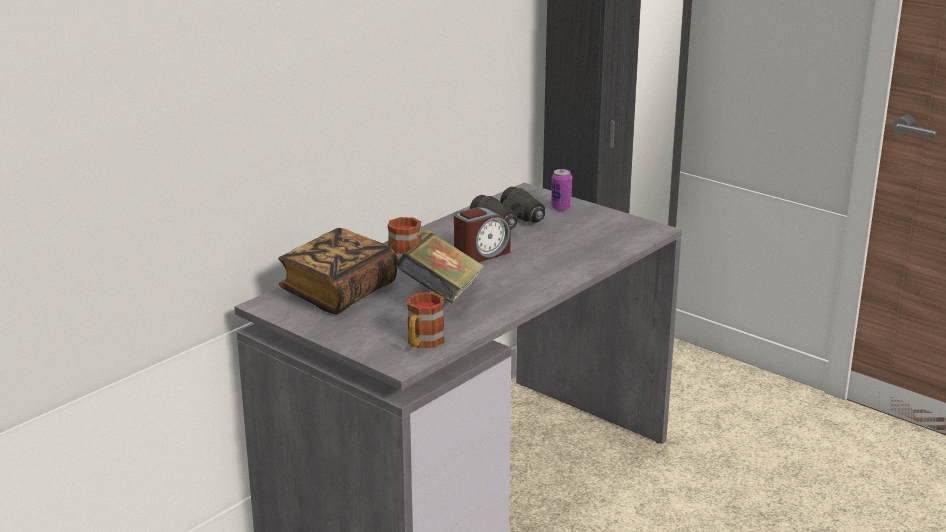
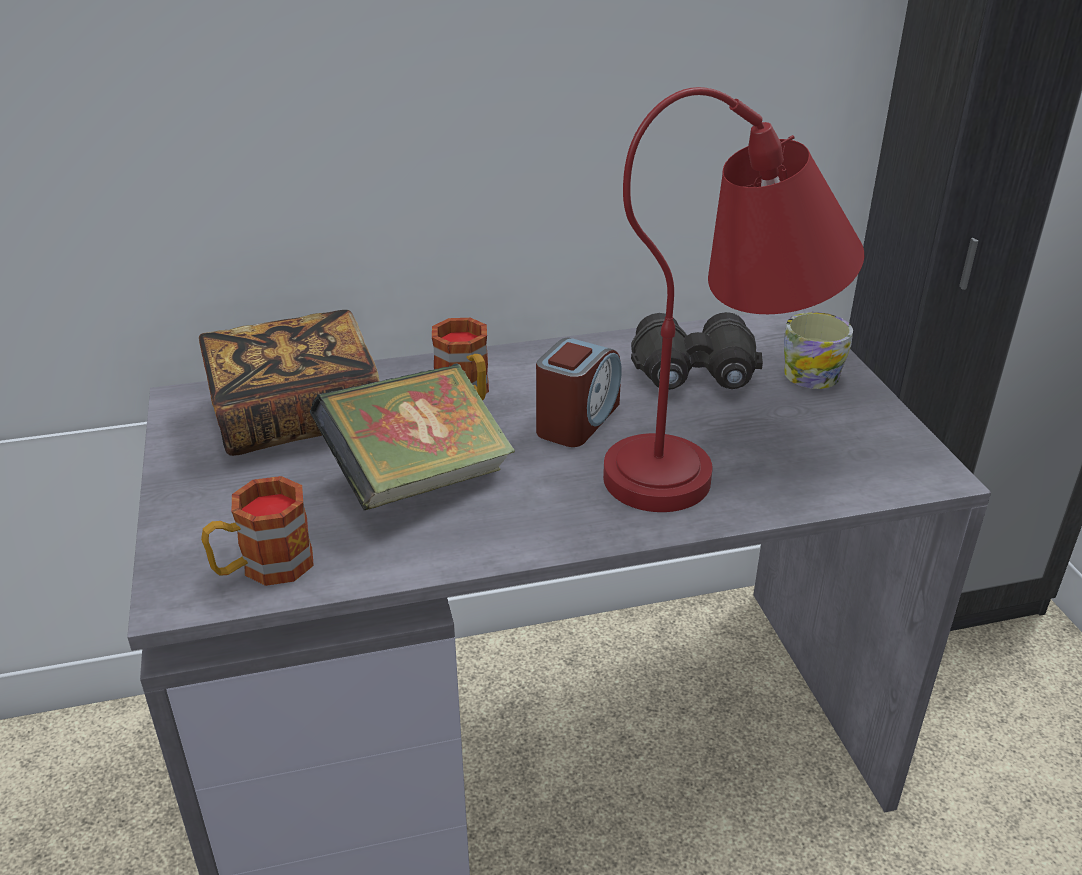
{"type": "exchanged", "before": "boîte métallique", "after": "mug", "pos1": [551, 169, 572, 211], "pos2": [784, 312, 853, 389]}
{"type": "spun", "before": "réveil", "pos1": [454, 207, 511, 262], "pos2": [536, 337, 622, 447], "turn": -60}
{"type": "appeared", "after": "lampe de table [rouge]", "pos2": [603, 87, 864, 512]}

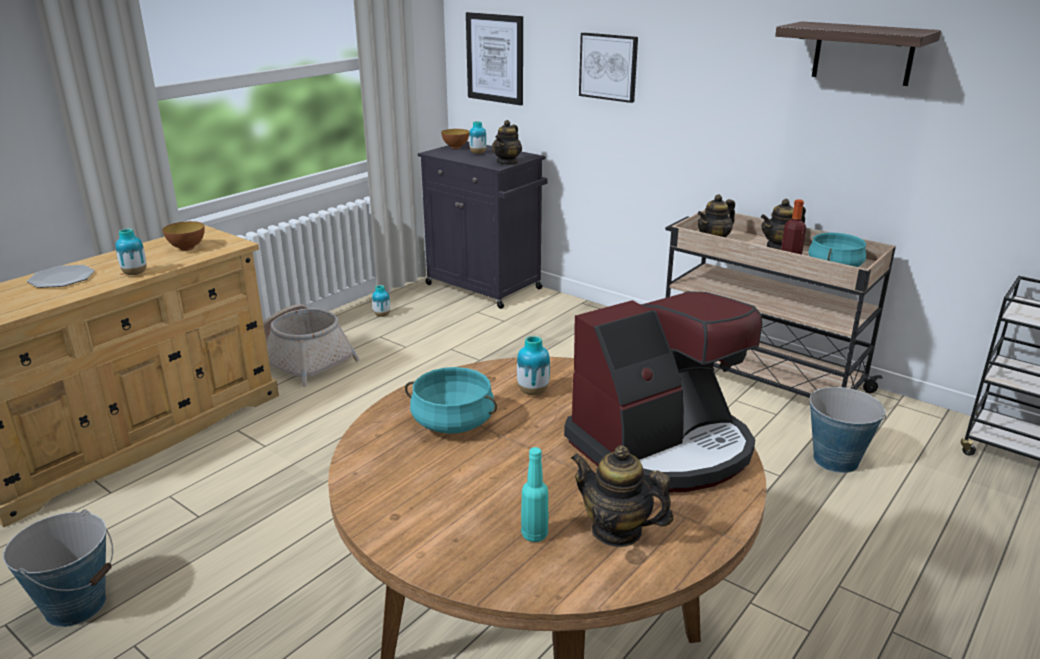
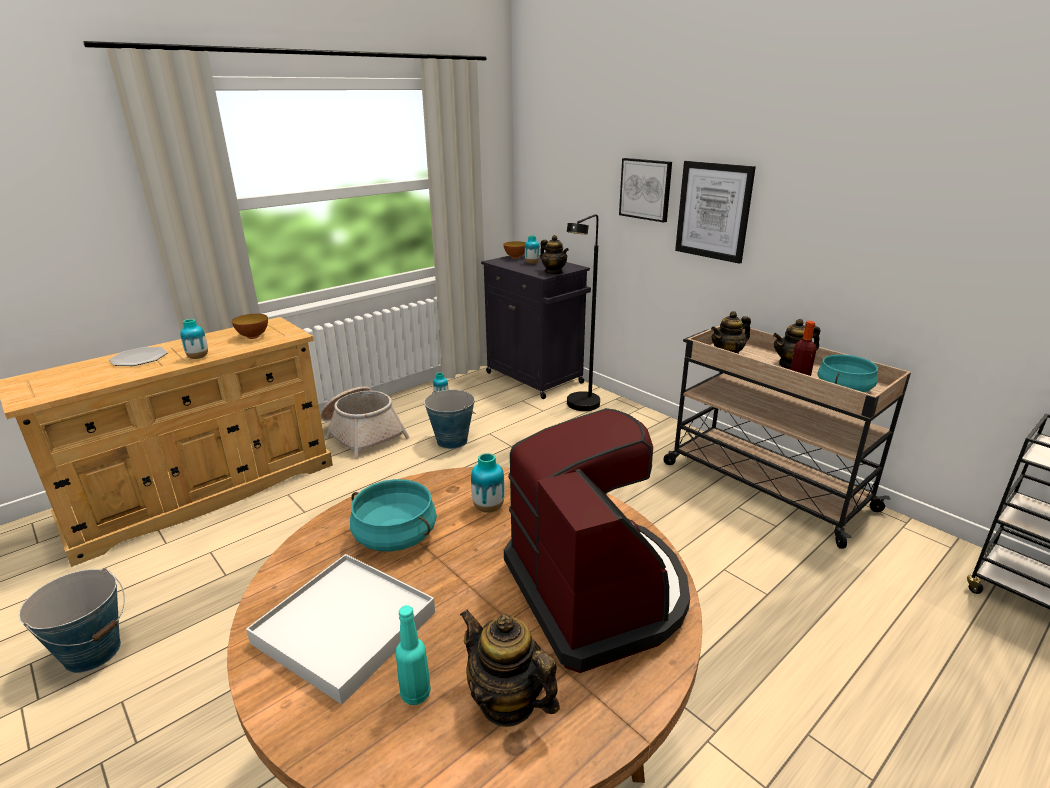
{"type": "relocated", "before": "tableau", "pos1": [466, 12, 523, 105], "pos2": [675, 161, 756, 264]}
{"type": "missing", "before": "étagère", "pos1": [775, 21, 941, 86]}
{"type": "spun", "before": "théière", "pos1": [492, 120, 522, 165], "pos2": [540, 235, 569, 274], "turn": -75}
{"type": "spun", "before": "machine à café", "pos1": [564, 291, 762, 493], "pos2": [504, 408, 690, 673], "turn": -90}
{"type": "relocated", "before": "seau", "pos1": [810, 387, 886, 473], "pos2": [424, 390, 476, 449]}
{"type": "appeared", "after": "lampadaire [noir]", "pos2": [567, 214, 600, 411]}
{"type": "appeared", "after": "plateau [blanc]", "pos2": [246, 554, 435, 704]}

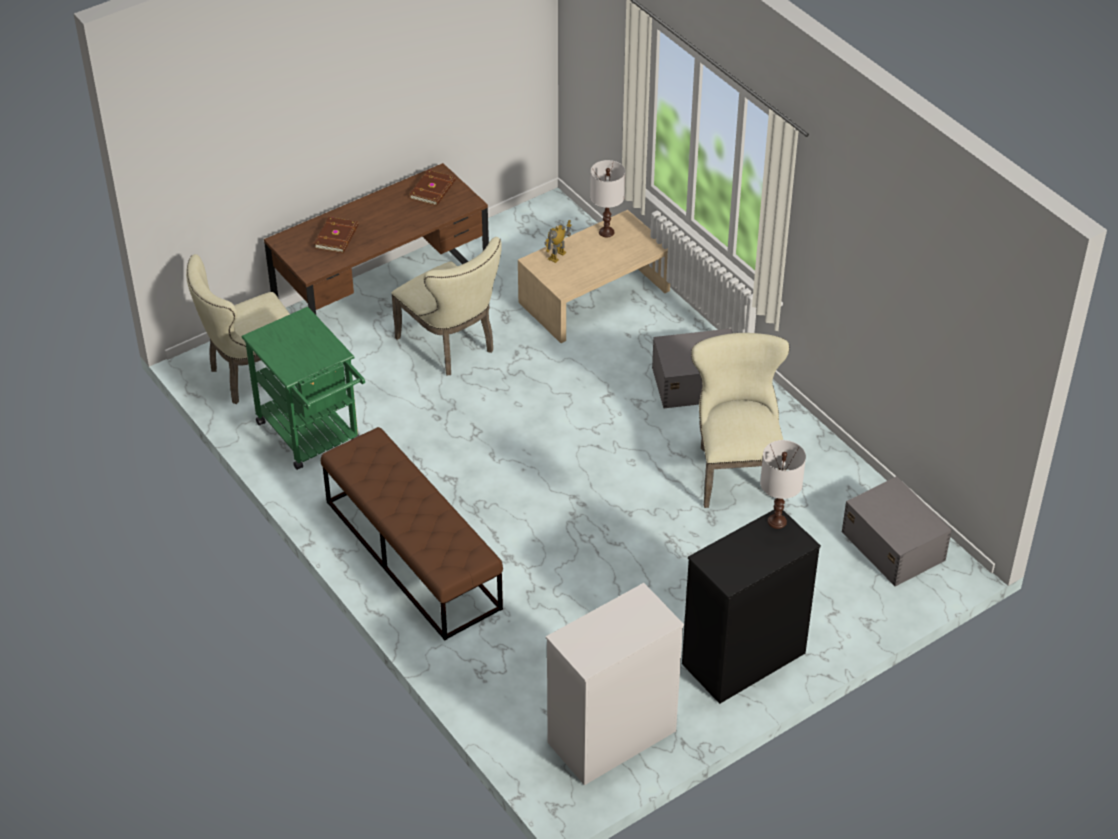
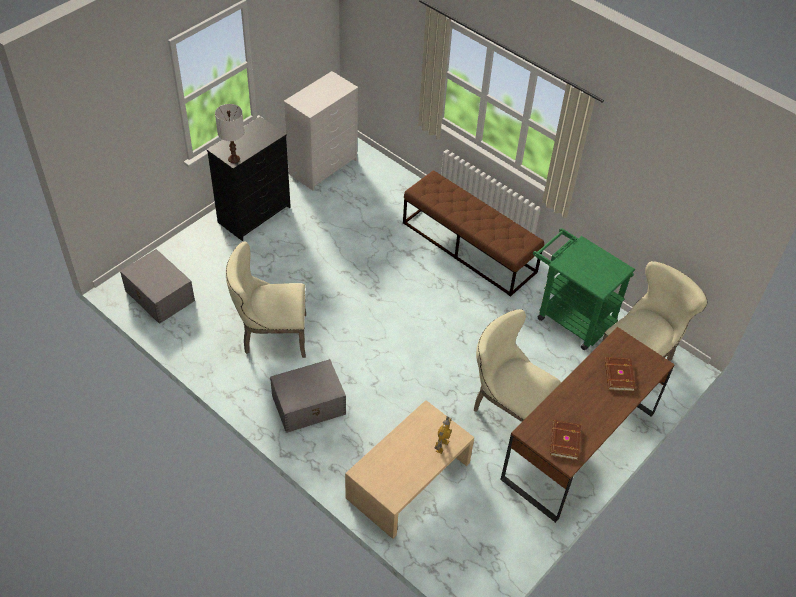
{"type": "missing", "before": "lampe de table [blanc]", "pos1": [590, 160, 625, 237]}
{"type": "spun", "before": "chaise [beige]", "pos1": [691, 333, 789, 508], "pos2": [226, 241, 306, 358], "turn": 105}

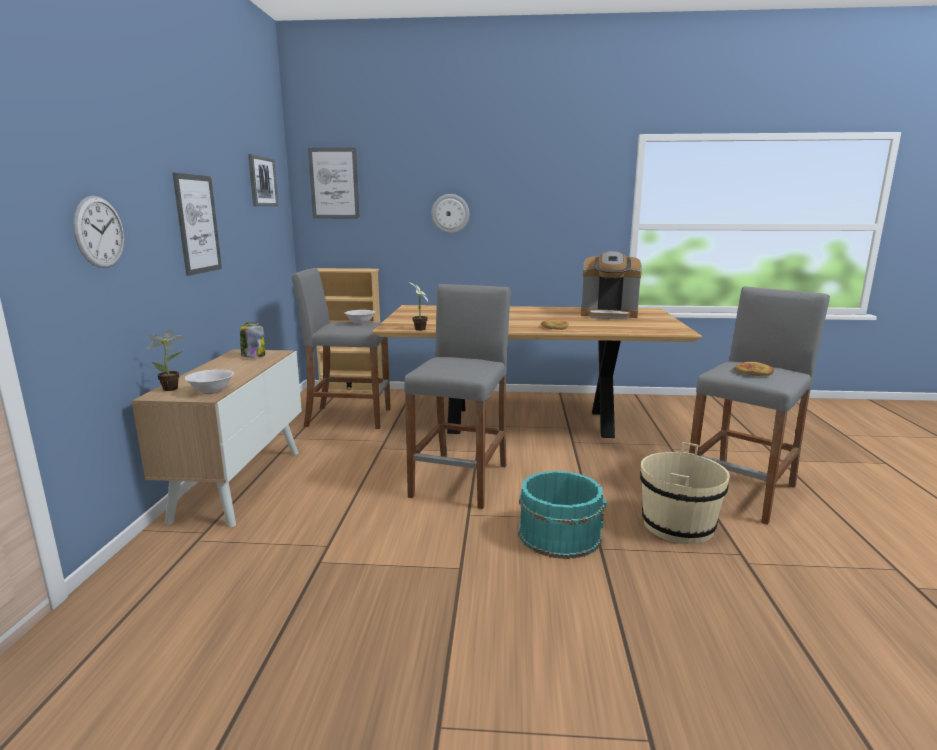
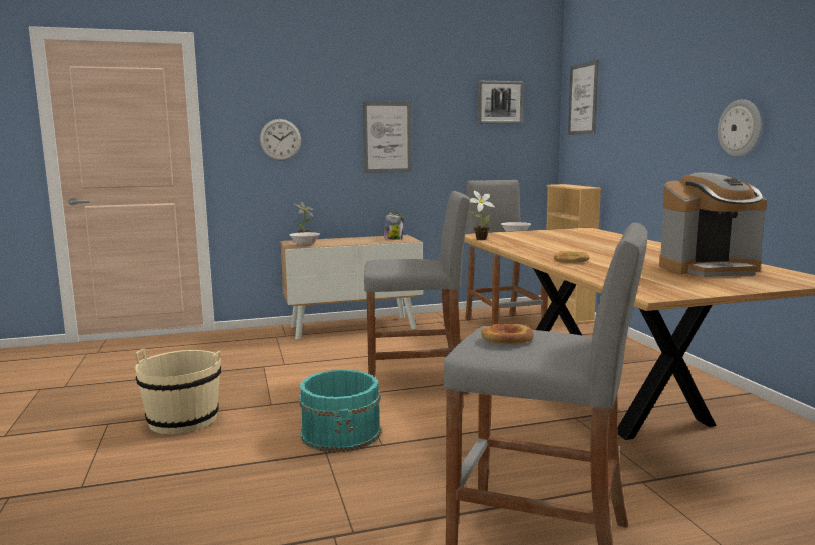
{"type": "relocated", "before": "horloge murale", "pos1": [431, 194, 469, 234], "pos2": [718, 99, 761, 157]}
{"type": "spun", "before": "machine à café", "pos1": [581, 251, 642, 320], "pos2": [659, 173, 767, 277], "turn": -90}
{"type": "relocated", "before": "seau [beige]", "pos1": [640, 442, 730, 544], "pos2": [135, 348, 221, 434]}

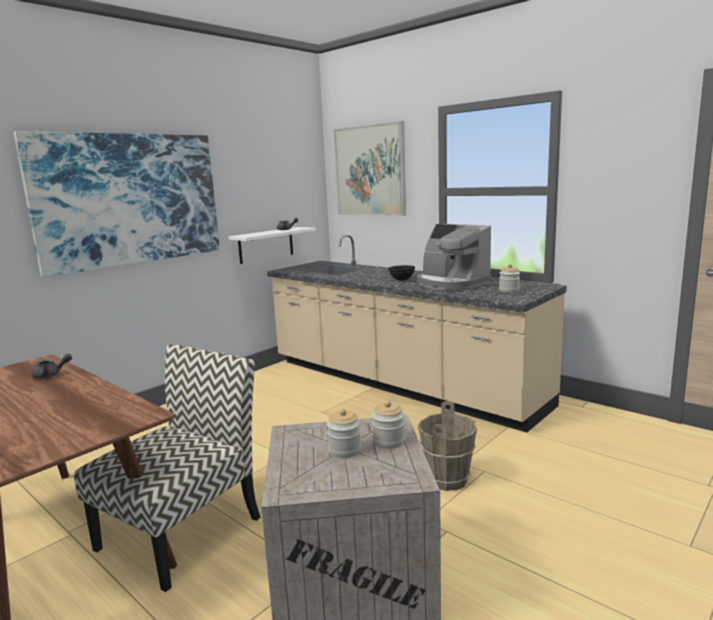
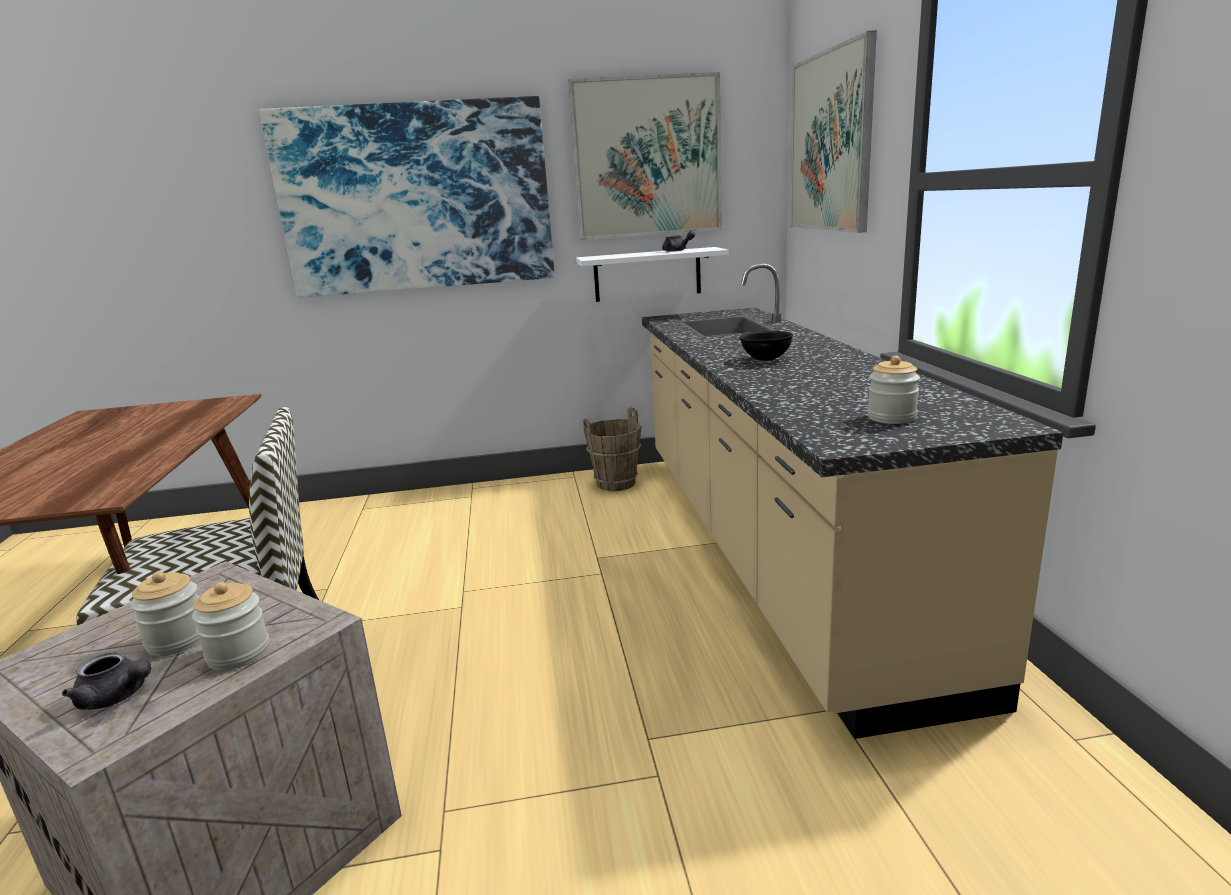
{"type": "missing", "before": "machine à café", "pos1": [417, 224, 492, 291]}
{"type": "relocated", "before": "théière [gris]", "pos1": [32, 354, 72, 379], "pos2": [62, 651, 151, 710]}
{"type": "relocated", "before": "seau [marron]", "pos1": [418, 401, 477, 491], "pos2": [583, 408, 642, 491]}
{"type": "appeared", "after": "tableau", "pos2": [568, 72, 722, 240]}

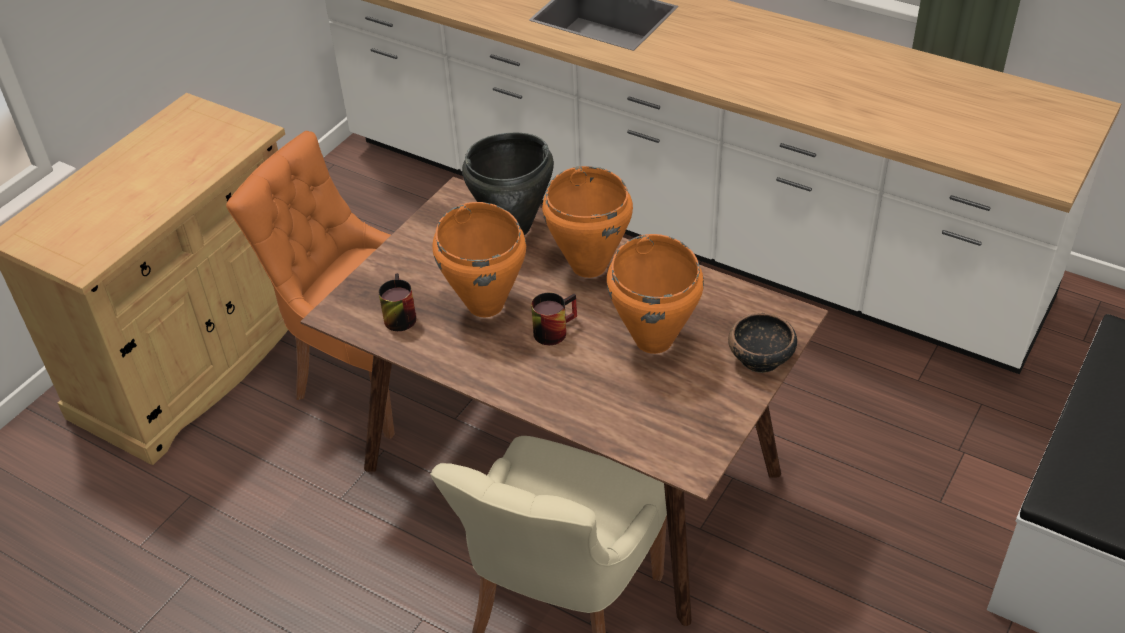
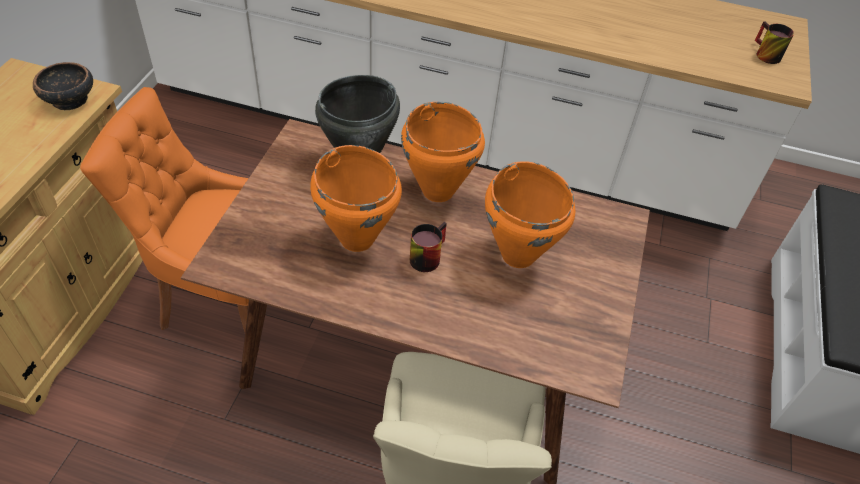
{"type": "relocated", "before": "mug", "pos1": [378, 273, 416, 331], "pos2": [755, 21, 794, 64]}
{"type": "relocated", "before": "bol", "pos1": [728, 313, 797, 373], "pos2": [33, 62, 93, 110]}

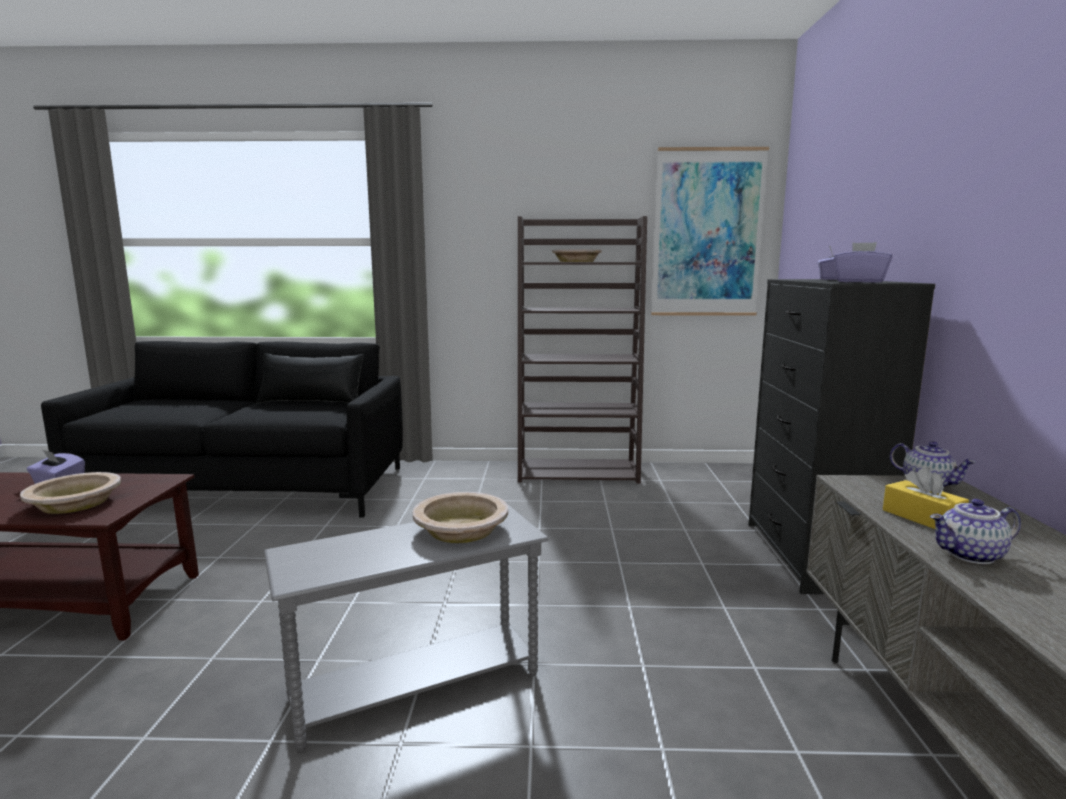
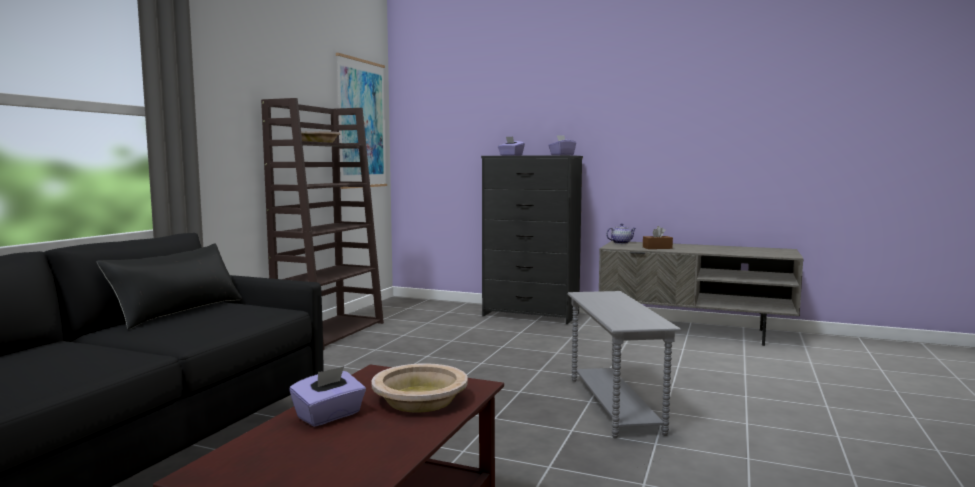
{"type": "colour", "before": "boîte à mouchoirs [jaune]", "after": "boîte à mouchoirs [marron]", "pos1": [883, 467, 969, 529], "pos2": [643, 226, 673, 249]}
{"type": "missing", "before": "bol [beige]", "pos1": [413, 492, 508, 543]}
{"type": "missing", "before": "théière", "pos1": [930, 499, 1021, 564]}

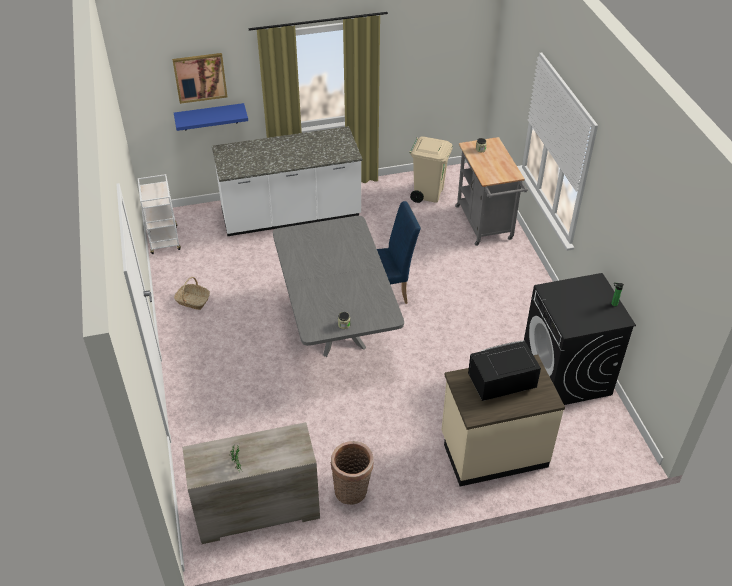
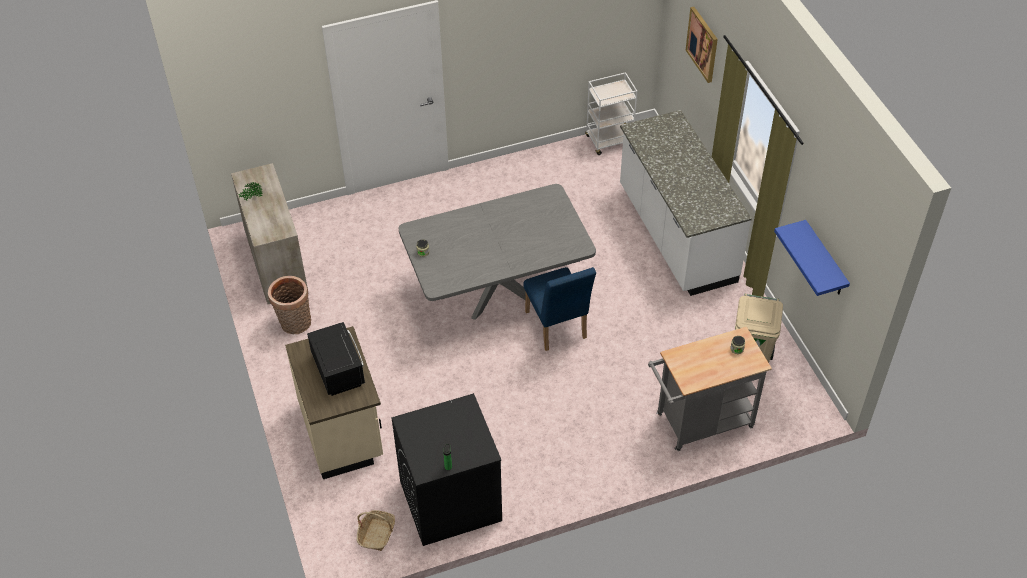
{"type": "relocated", "before": "étagère [bleu]", "pos1": [174, 103, 248, 131], "pos2": [774, 220, 850, 296]}
{"type": "relocated", "before": "panier", "pos1": [174, 277, 210, 310], "pos2": [357, 510, 395, 551]}

